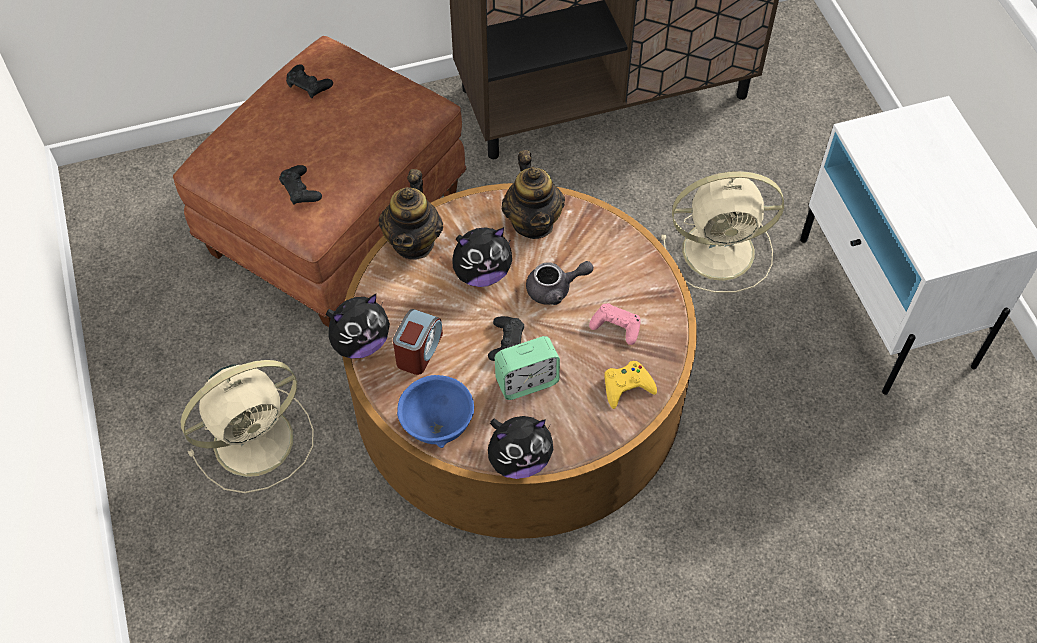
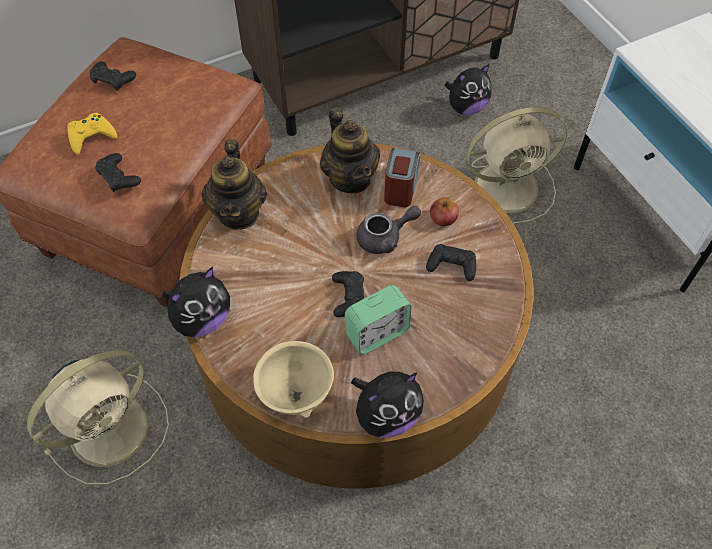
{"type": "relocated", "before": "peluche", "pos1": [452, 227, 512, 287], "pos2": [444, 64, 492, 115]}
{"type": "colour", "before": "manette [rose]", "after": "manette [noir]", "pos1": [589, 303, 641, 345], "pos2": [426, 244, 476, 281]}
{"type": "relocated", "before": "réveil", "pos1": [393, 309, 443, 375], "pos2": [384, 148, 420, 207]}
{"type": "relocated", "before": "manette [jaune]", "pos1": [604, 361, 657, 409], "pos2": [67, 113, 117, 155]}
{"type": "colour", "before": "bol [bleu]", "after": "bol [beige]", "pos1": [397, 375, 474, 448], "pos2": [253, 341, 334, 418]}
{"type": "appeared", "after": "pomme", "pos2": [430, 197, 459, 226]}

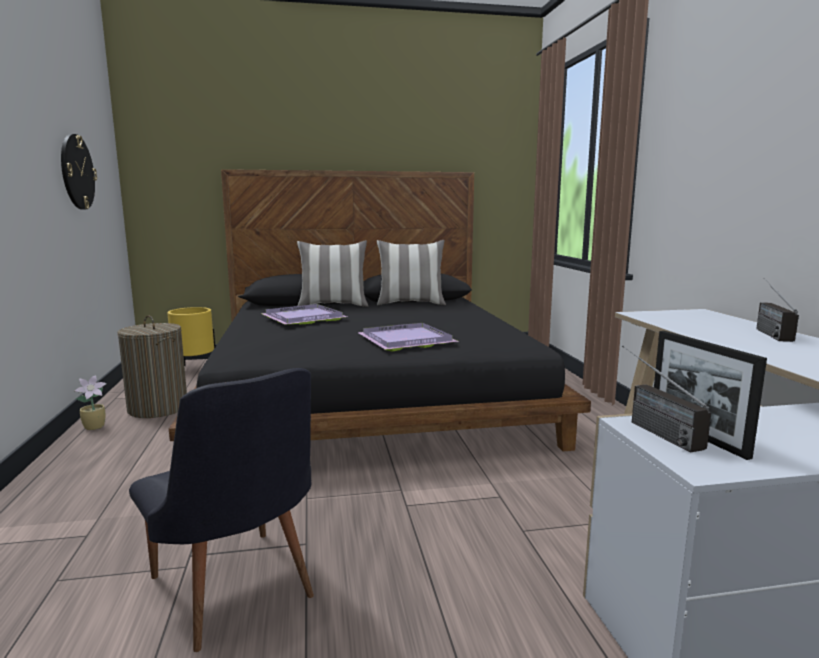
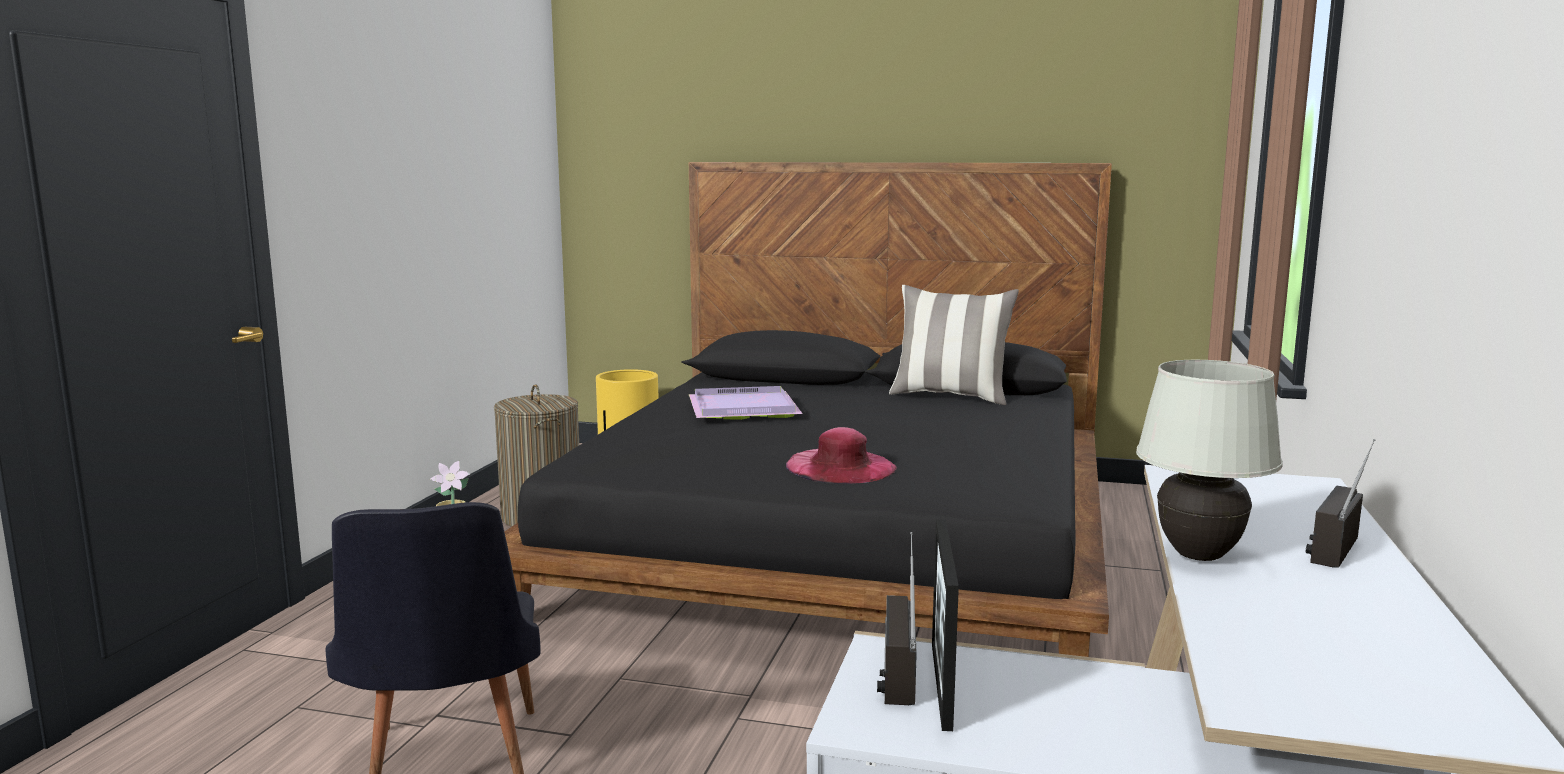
{"type": "missing", "before": "horloge murale", "pos1": [61, 134, 97, 210]}
{"type": "missing", "before": "coussin", "pos1": [297, 240, 368, 307]}
{"type": "exchanged", "before": "plateau [violet]", "after": "chapeau [rose]", "pos1": [358, 323, 459, 352], "pos2": [786, 427, 897, 484]}
{"type": "appeared", "after": "lampe de table [blanc]", "pos2": [1136, 360, 1283, 561]}

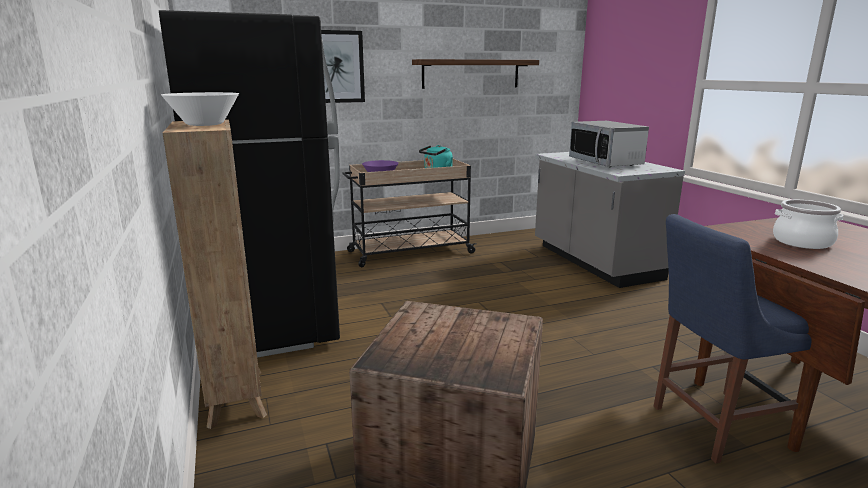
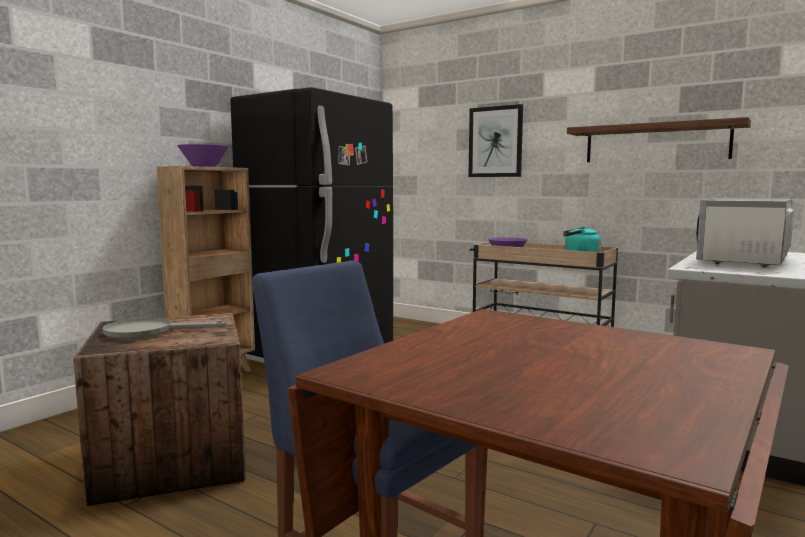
{"type": "colour", "before": "bol [blanc]", "after": "bol [violet]", "pos1": [161, 92, 239, 126], "pos2": [177, 144, 229, 167]}
{"type": "missing", "before": "marmite", "pos1": [773, 200, 843, 249]}
{"type": "appeared", "after": "poêle [gris]", "pos2": [103, 318, 227, 340]}

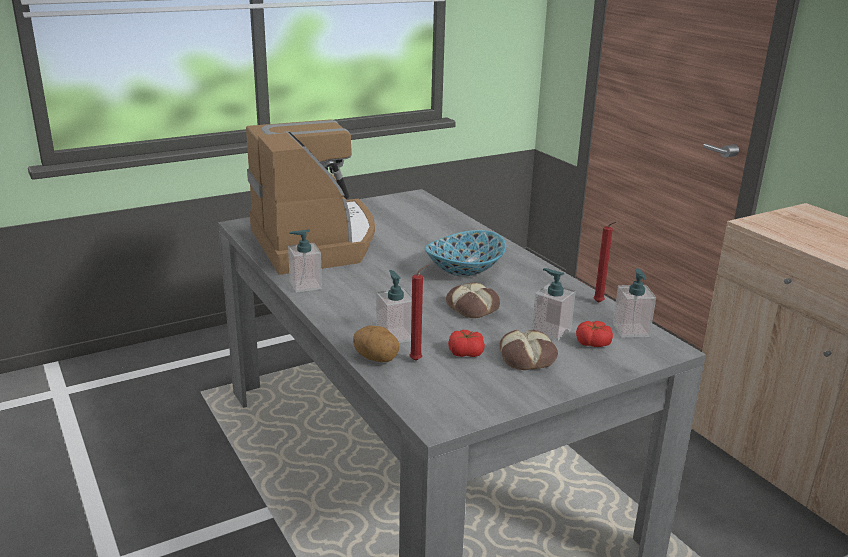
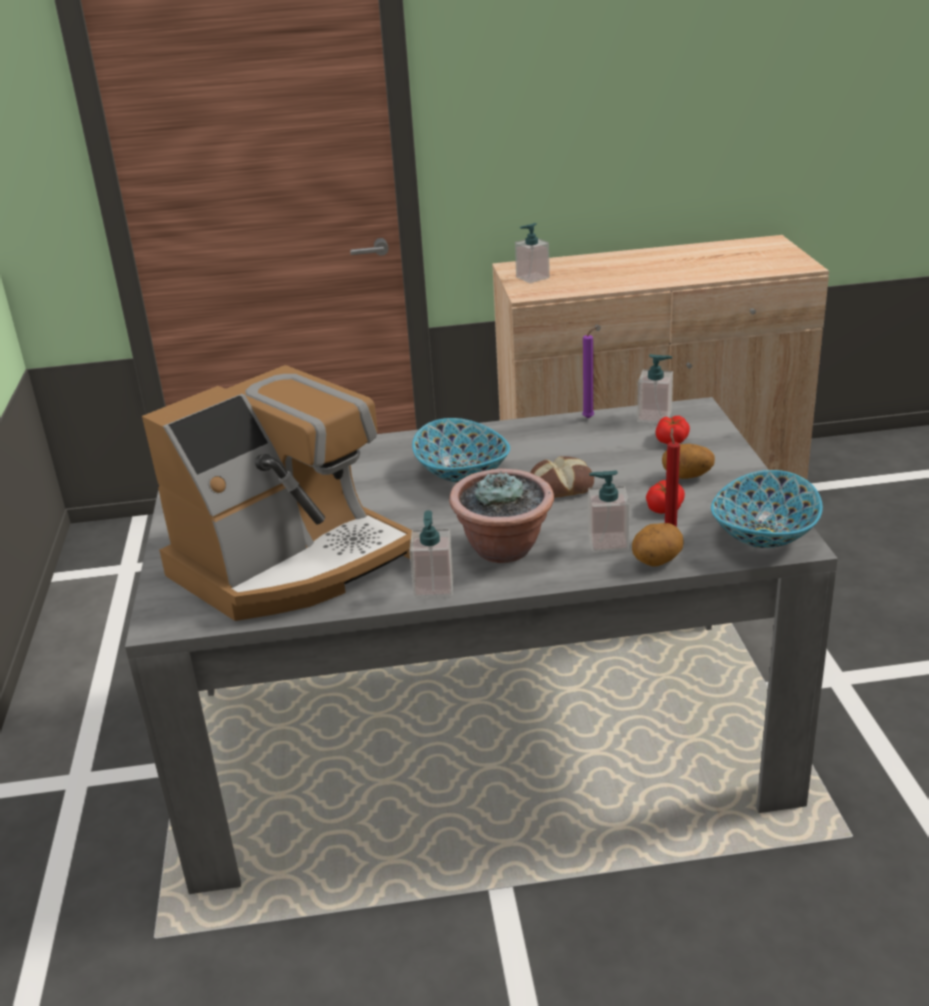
{"type": "spun", "before": "machine à café", "pos1": [246, 119, 375, 275], "pos2": [142, 365, 412, 621], "turn": 135}
{"type": "colour", "before": "bougie [rouge]", "after": "bougie [violet]", "pos1": [594, 222, 616, 303], "pos2": [582, 326, 599, 419]}
{"type": "relocated", "before": "distributeur de savon", "pos1": [532, 268, 576, 341], "pos2": [515, 223, 550, 283]}
{"type": "exchanged", "before": "pain", "after": "pomme de terre", "pos1": [499, 330, 558, 370], "pos2": [662, 444, 715, 479]}
{"type": "appeared", "after": "plante en pot", "pos2": [449, 469, 554, 563]}
{"type": "appeared", "after": "bol", "pos2": [711, 470, 823, 548]}

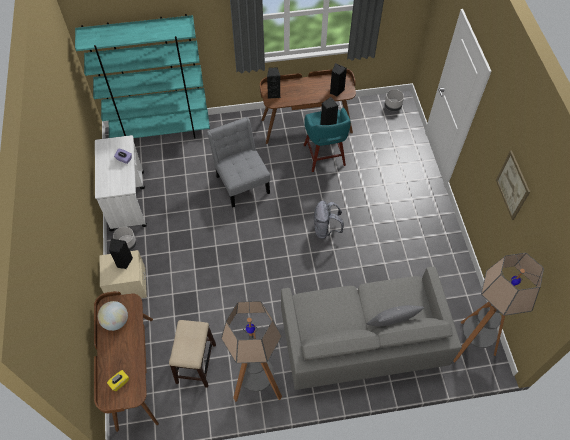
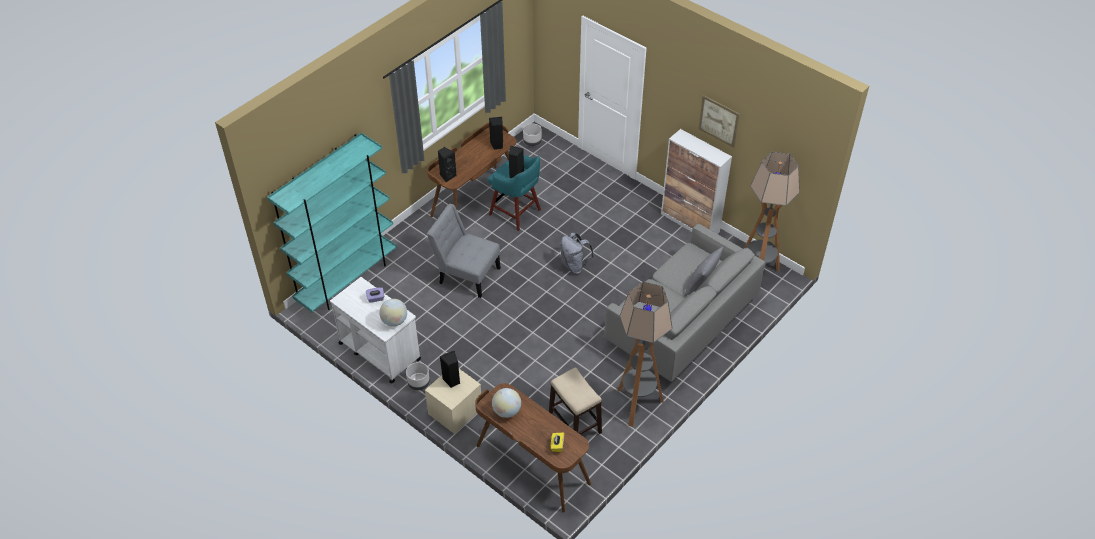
{"type": "appeared", "after": "meuble de rangement", "pos2": [661, 129, 732, 234]}
{"type": "appeared", "after": "globe", "pos2": [379, 299, 407, 326]}

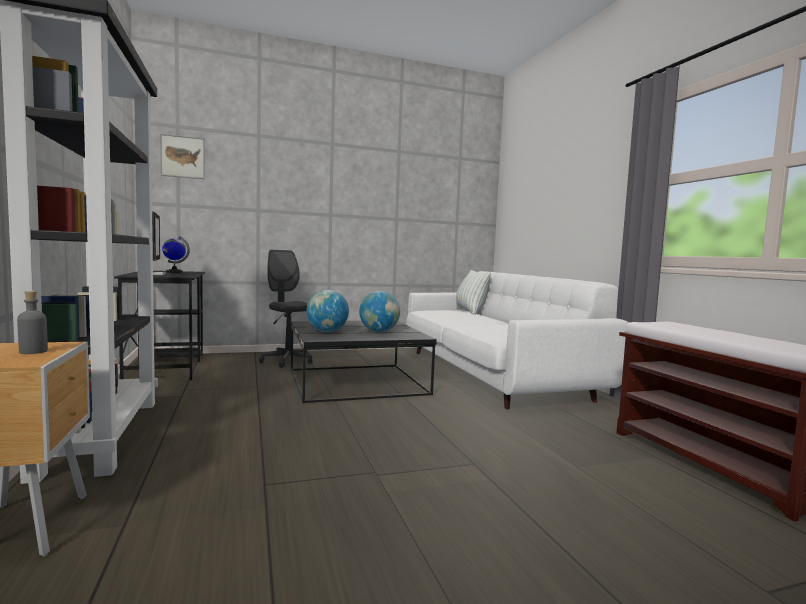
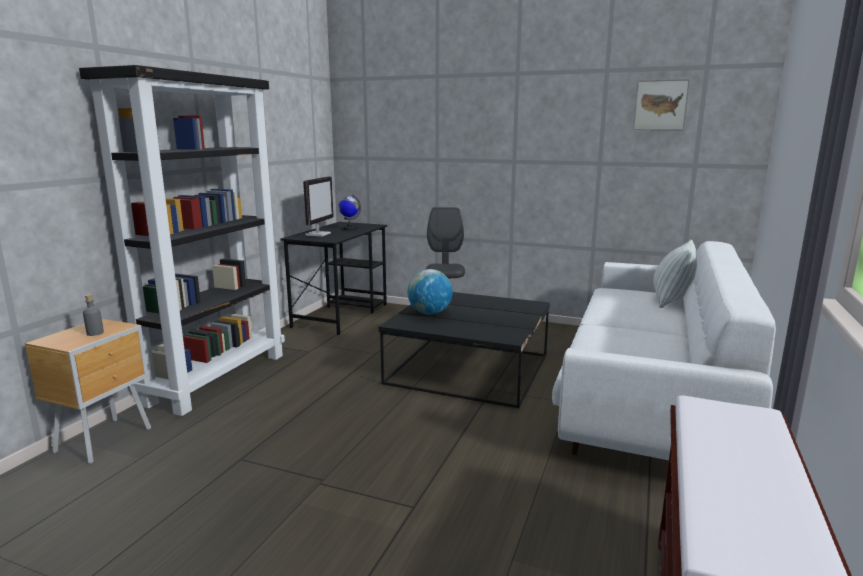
{"type": "relocated", "before": "tableau", "pos1": [160, 133, 205, 179], "pos2": [633, 79, 690, 130]}
{"type": "missing", "before": "globe", "pos1": [359, 291, 400, 332]}

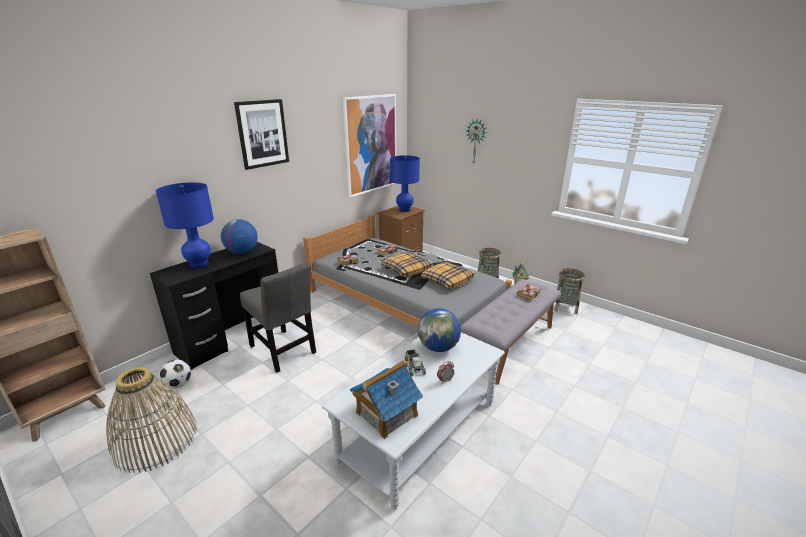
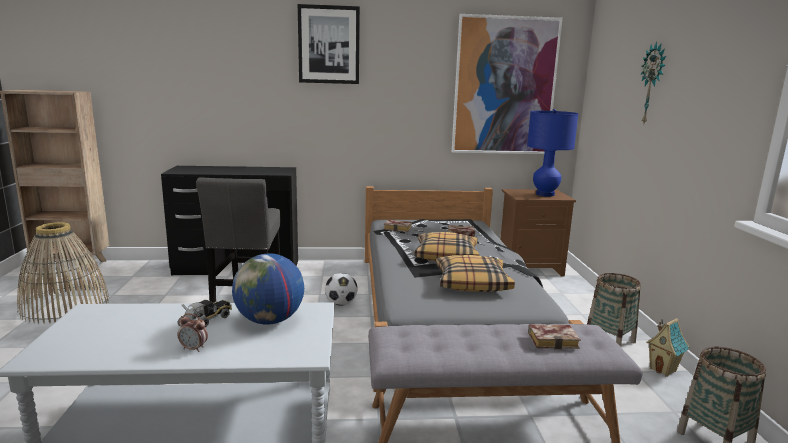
{"type": "missing", "before": "lampe de table [bleu]", "pos1": [156, 182, 214, 268]}
{"type": "missing", "before": "globe", "pos1": [221, 219, 258, 254]}
{"type": "relocated", "before": "ballon de foot", "pos1": [159, 359, 191, 388], "pos2": [325, 273, 358, 306]}
{"type": "missing", "before": "maison miniature", "pos1": [350, 360, 423, 439]}

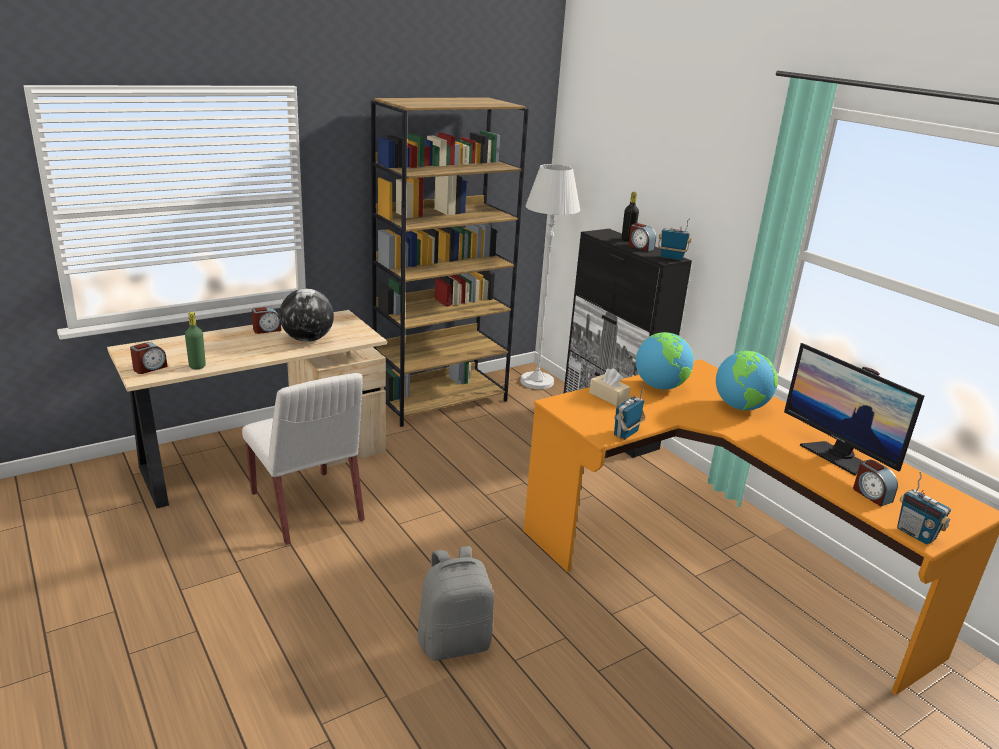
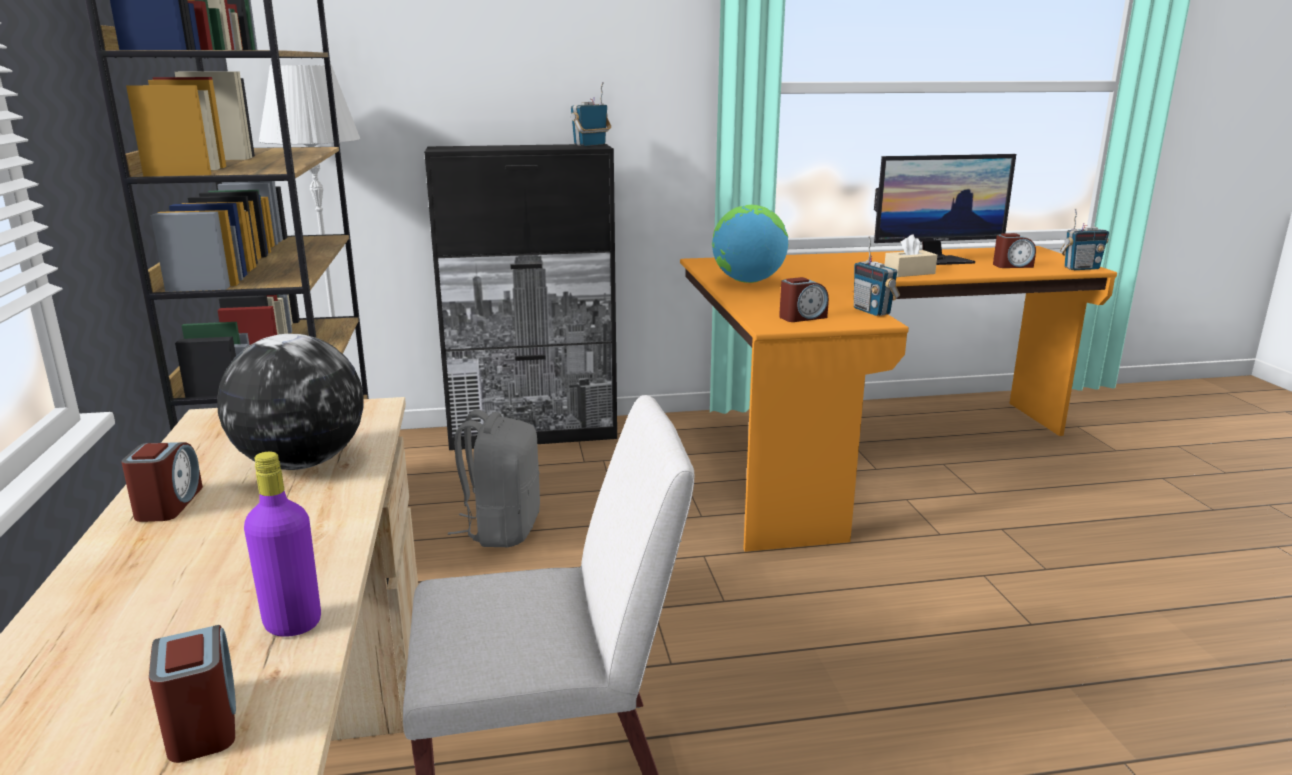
{"type": "missing", "before": "bouteille [noir]", "pos1": [622, 192, 639, 242]}
{"type": "relocated", "before": "réveil", "pos1": [628, 223, 656, 251], "pos2": [779, 277, 829, 322]}
{"type": "colour", "before": "bouteille [vert]", "after": "bouteille [violet]", "pos1": [185, 312, 206, 369], "pos2": [244, 452, 321, 637]}
{"type": "missing", "before": "globe", "pos1": [716, 351, 778, 411]}
{"type": "relocated", "before": "boîte à mouchoirs [beige]", "pos1": [589, 368, 631, 406], "pos2": [885, 234, 937, 277]}
{"type": "relocated", "before": "sac à dos [gris]", "pos1": [418, 546, 494, 661], "pos2": [448, 410, 540, 547]}

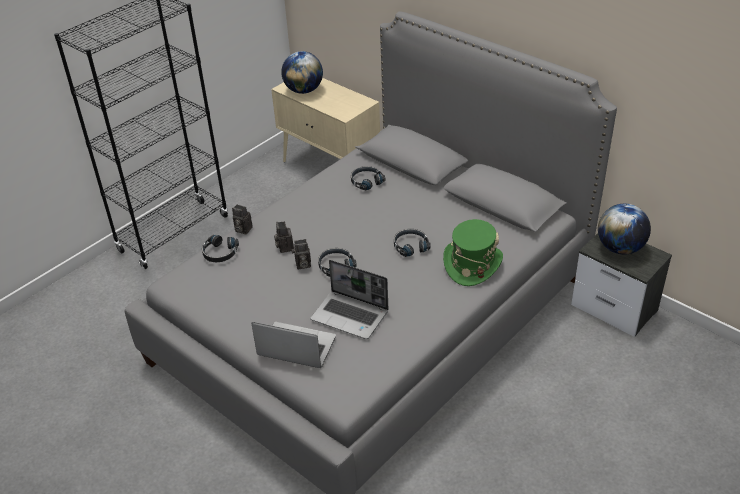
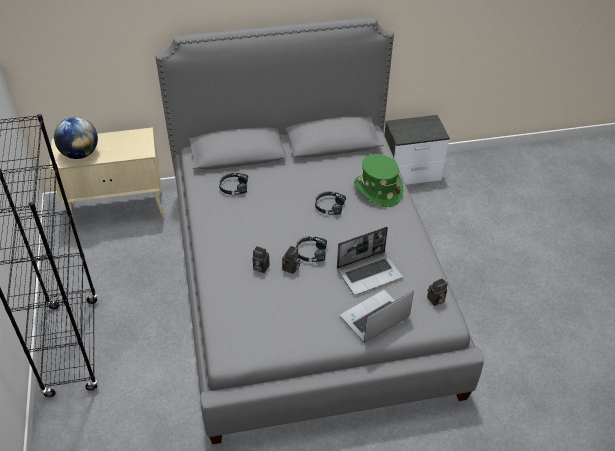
{"type": "missing", "before": "globe", "pos1": [598, 204, 651, 255]}
{"type": "relocated", "before": "appareil photo", "pos1": [232, 205, 253, 234], "pos2": [427, 278, 448, 306]}
{"type": "missing", "before": "casque audio [noir]", "pos1": [202, 235, 239, 262]}

